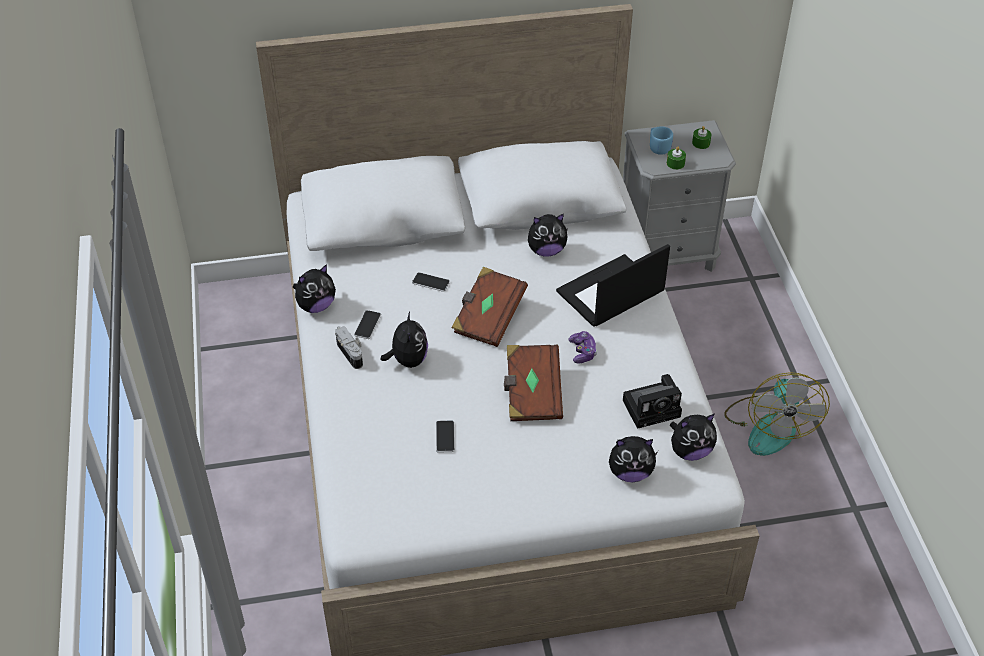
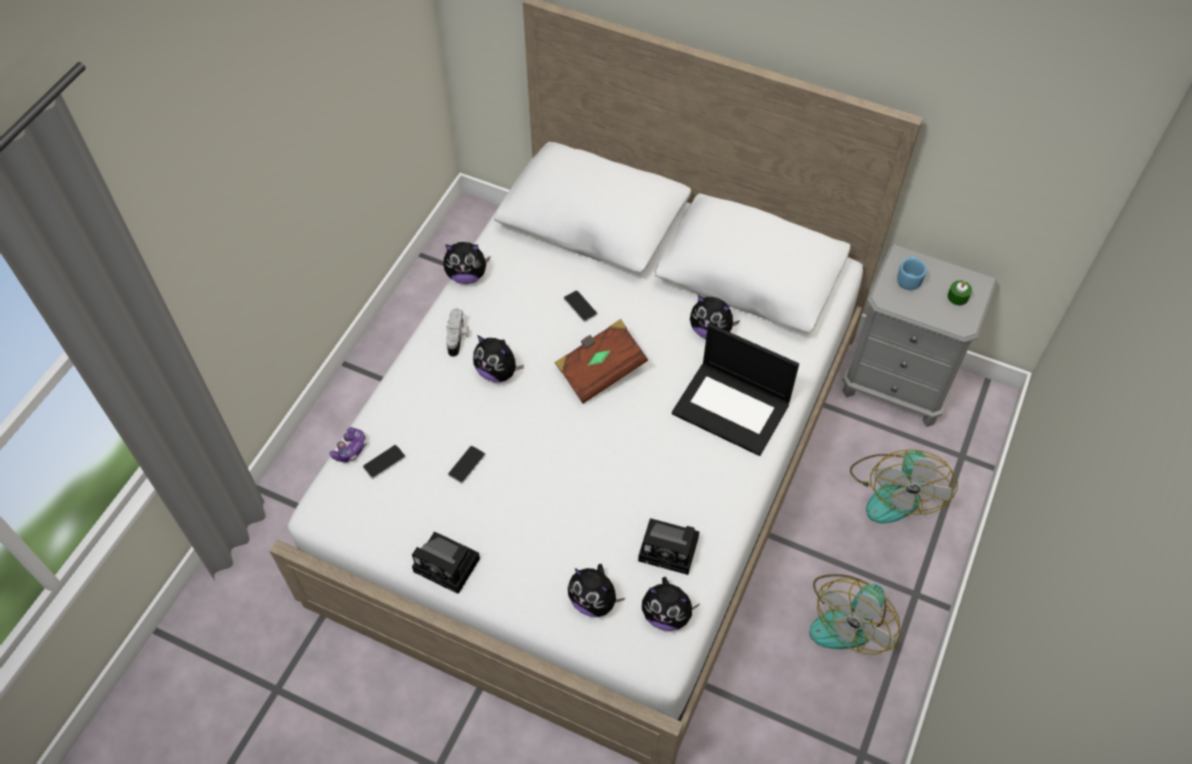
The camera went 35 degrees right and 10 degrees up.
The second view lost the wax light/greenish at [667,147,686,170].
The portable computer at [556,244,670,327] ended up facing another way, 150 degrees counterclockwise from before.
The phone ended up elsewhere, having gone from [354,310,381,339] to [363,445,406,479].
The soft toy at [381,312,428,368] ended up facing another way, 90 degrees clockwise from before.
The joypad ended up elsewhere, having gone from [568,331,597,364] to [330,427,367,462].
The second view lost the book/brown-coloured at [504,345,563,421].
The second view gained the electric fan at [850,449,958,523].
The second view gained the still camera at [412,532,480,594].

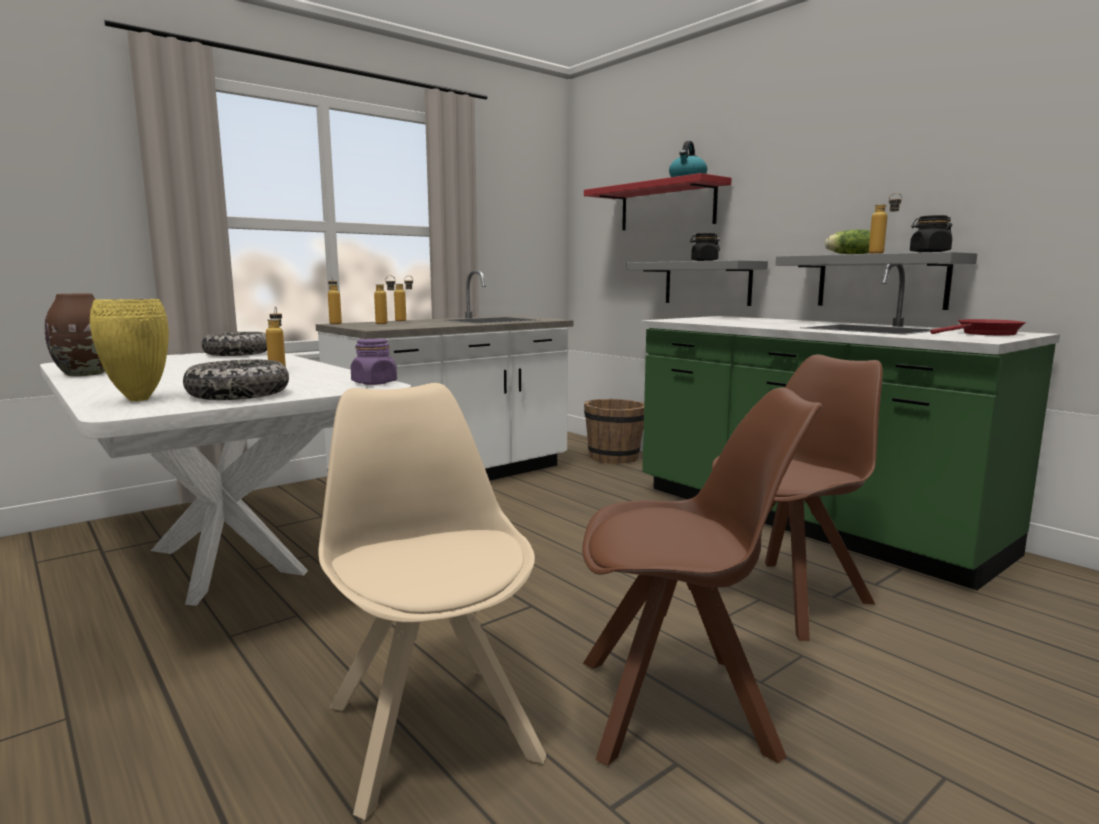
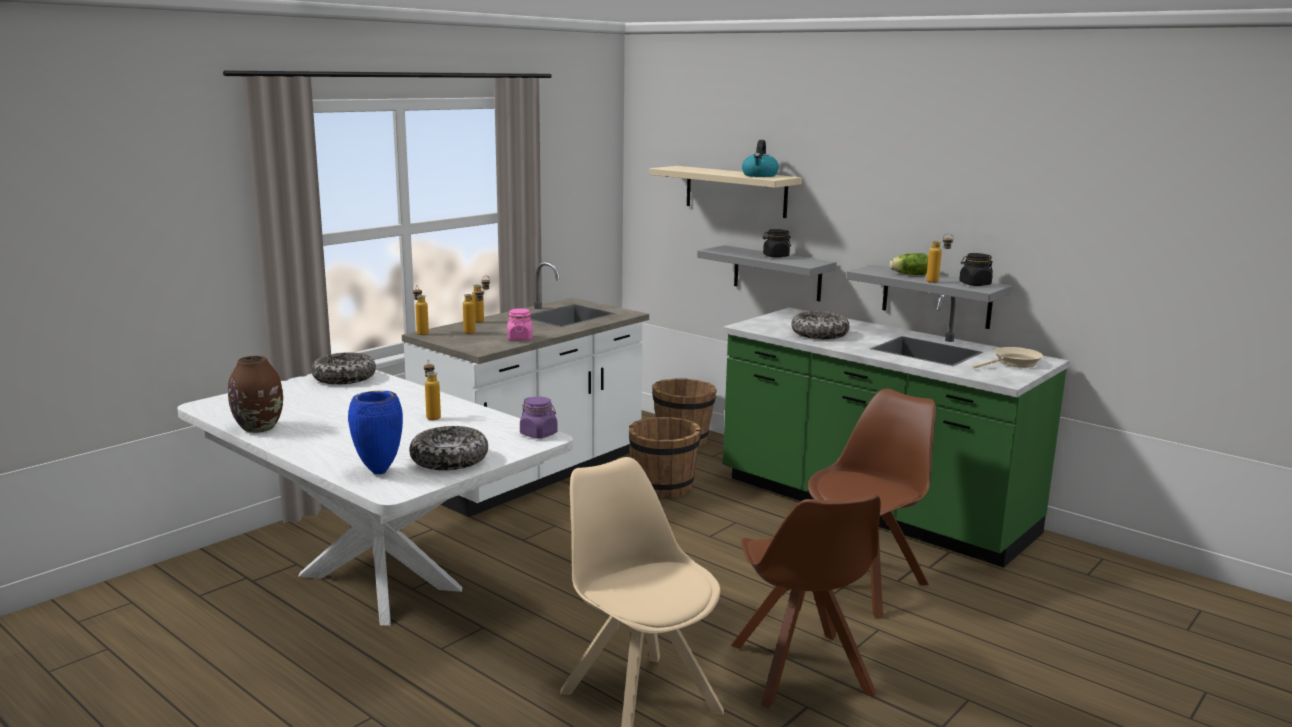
The camera went 10 degrees left and 5 degrees up.
What was the wall shelf/red-coloured at [584,173,732,230] turned into the wall shelf/beige at [649,166,802,218].
What was the flower vase/yellow-coloured at [90,299,169,401] turned into the flower vase/blue-coloured at [348,391,403,474].
What was the frying pan/red-coloured at [930,319,1026,335] turned into the frying pan/beige at [972,347,1044,369].
The plain chair/brown-coloured at [582,388,822,766] ended up facing another way, 90 degrees clockwise from before.
The second view gained the storage jar/pink at [507,308,533,341].
The second view gained the deep dish at [792,311,850,339].
The second view gained the bucket/brown-coloured at [629,417,701,498].

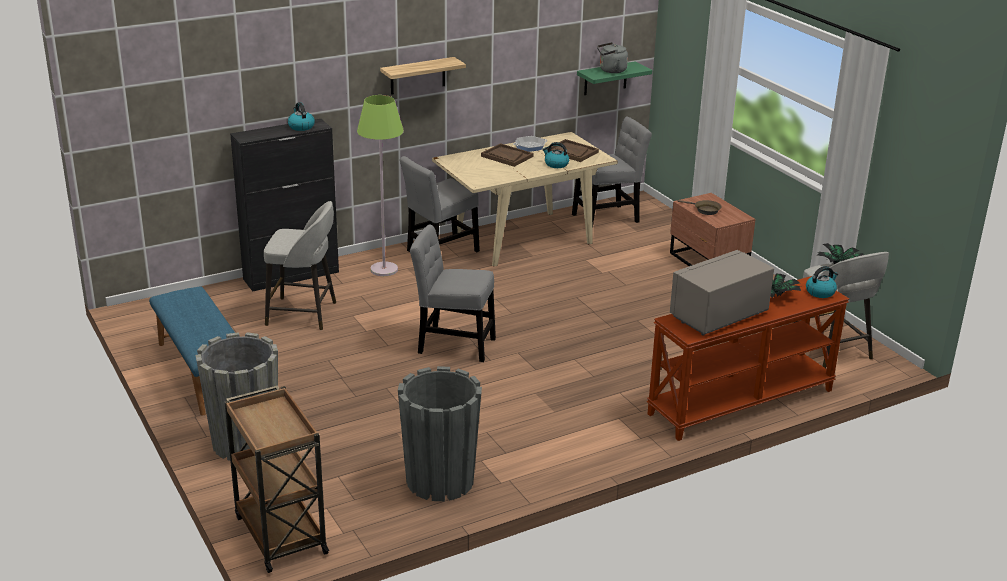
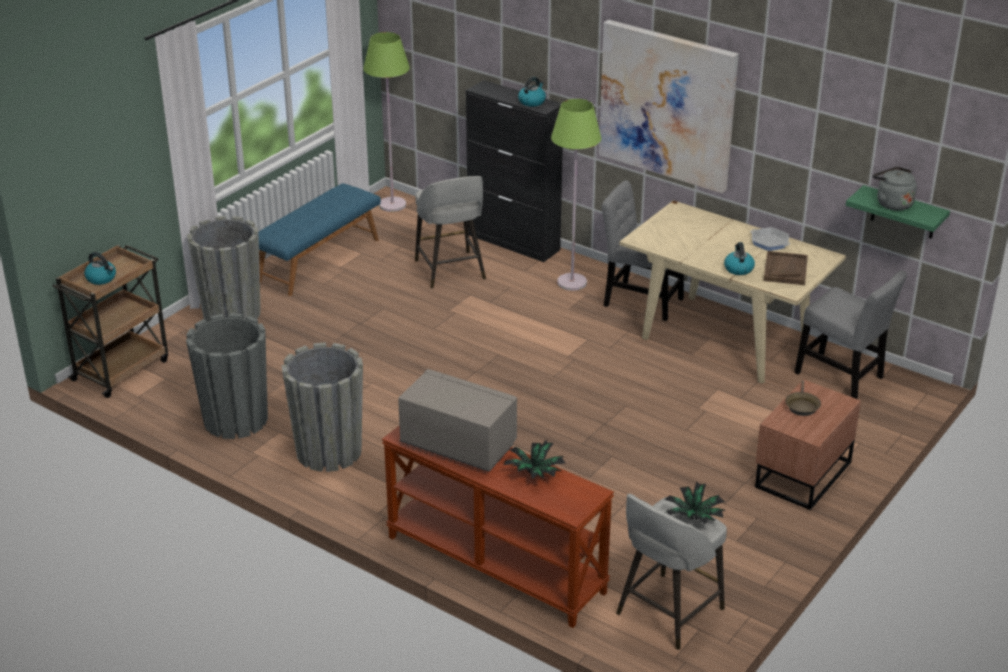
The camera went 65 degrees right and 5 degrees up.
Where the wall shelf hung at [380,57,466,95], the wall art came to hang at [599,20,739,193].
The second view lost the serving tray/brown-coloured at [481,143,533,167].
The second view lost the plain chair/gray at [410,224,496,362].
The kettle ended up elsewhere, having gone from [806,266,838,298] to [84,252,116,285].
The second view gained the standard lamp/greenish at [363,32,410,212].
The second view gained the plant pot/gray at [282,342,363,472].

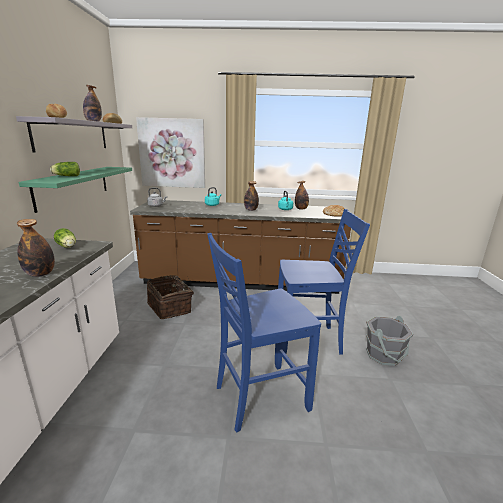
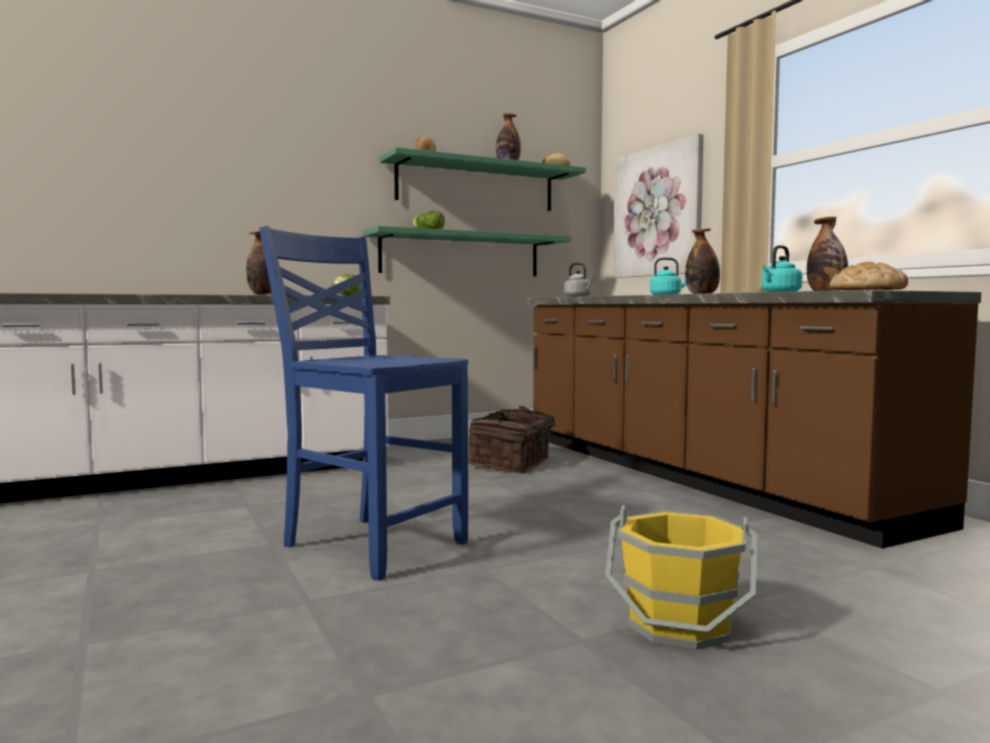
The camera went 60 degrees right and 15 degrees down.
What was the wall shelf/gray at [16,116,132,153] turned into the wall shelf/greenish at [380,147,586,211].
The second view lost the plain chair/blue-coloured at [278,209,370,355].
What was the bucket/gray at [366,316,413,366] turned into the bucket/yellow-coloured at [605,505,757,650].

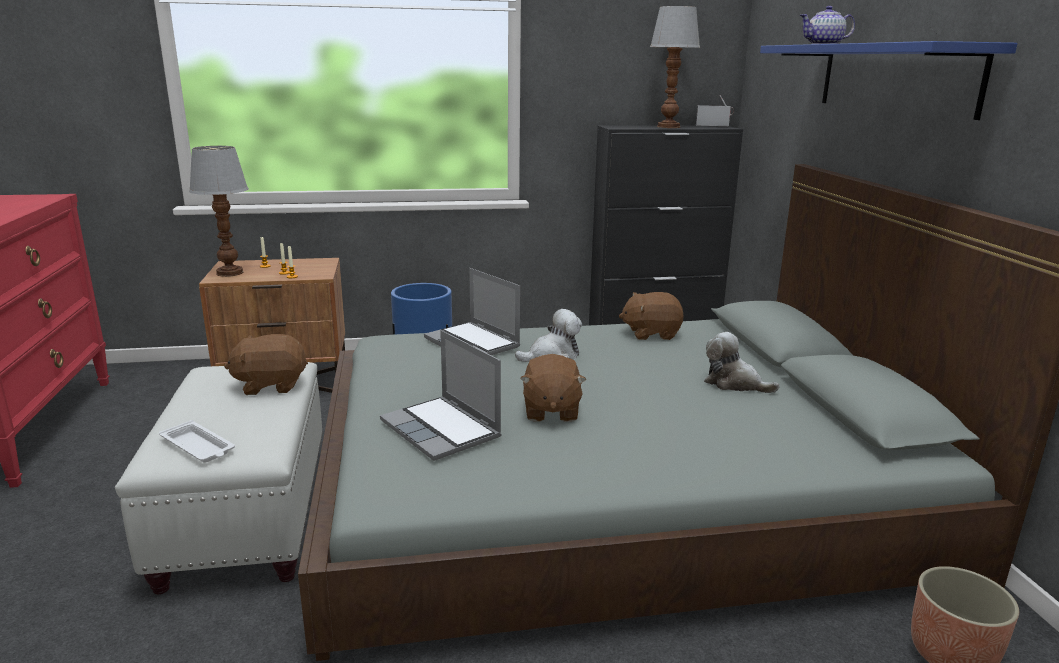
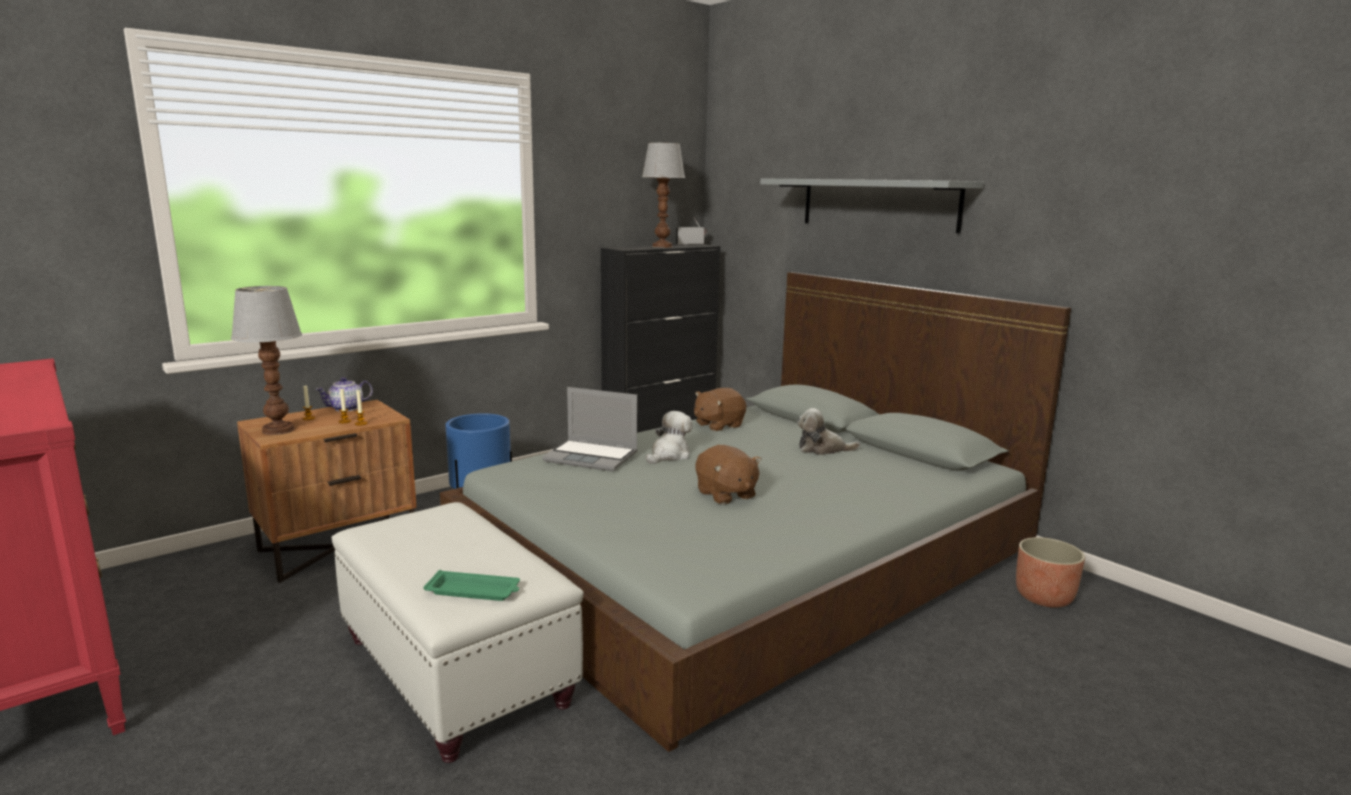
The camera went 30 degrees left and 5 degrees down.
The tea pot ended up elsewhere, having gone from [800,6,855,44] to [315,377,373,412].
What was the wall shelf/blue-coloured at [760,41,1018,120] turned into the wall shelf/gray at [760,178,984,233].
The second view lost the portable computer at [380,330,502,461].
The second view lost the soft toy/brown-coloured at [224,334,308,395].
What was the serving tray/white-coloured at [159,420,235,462] turned into the serving tray/greenish at [423,570,520,601].

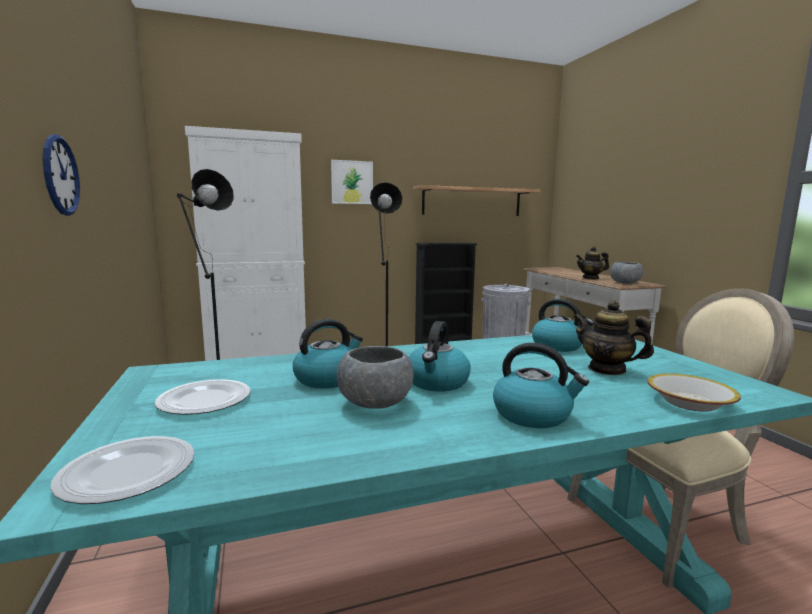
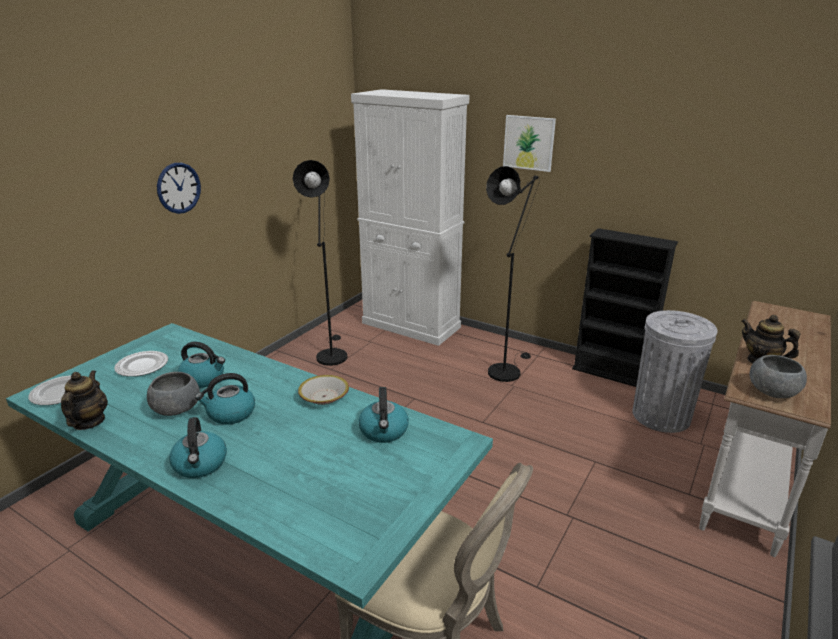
The camera went 50 degrees right and 15 degrees up.
The second view lost the wall shelf at [413,185,541,216].
The tea pot ended up elsewhere, having gone from [573,300,654,375] to [61,370,108,430].
The deep dish ended up elsewhere, having gone from [647,373,741,412] to [298,375,349,405].

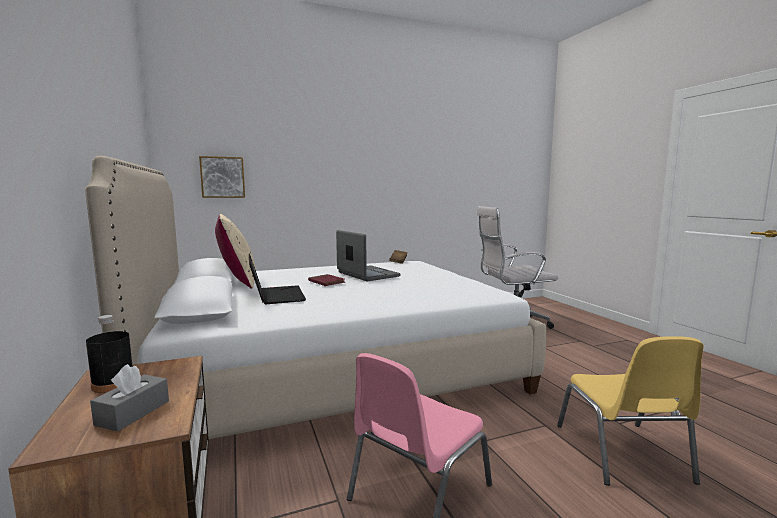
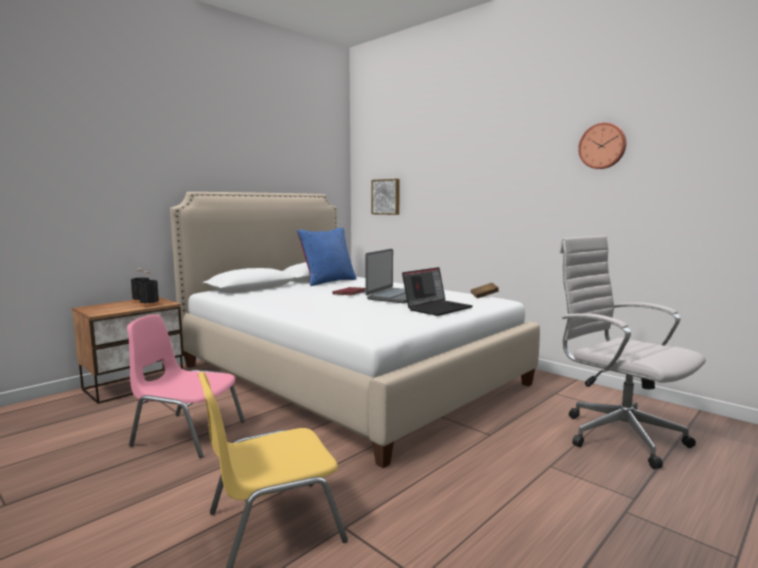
The camera went 65 degrees right and 0 degrees up.
What was the throw pillow/beige at [215,214,256,289] turned into the throw pillow/blue-coloured at [297,228,357,286].
The portable computer ended up elsewhere, having gone from [249,254,306,304] to [402,267,473,316].
The second view lost the tissue box/gray at [90,364,169,431].
The second view gained the clock on the wall at [578,123,627,169].
The second view gained the drink bottle/black at [138,271,159,307].

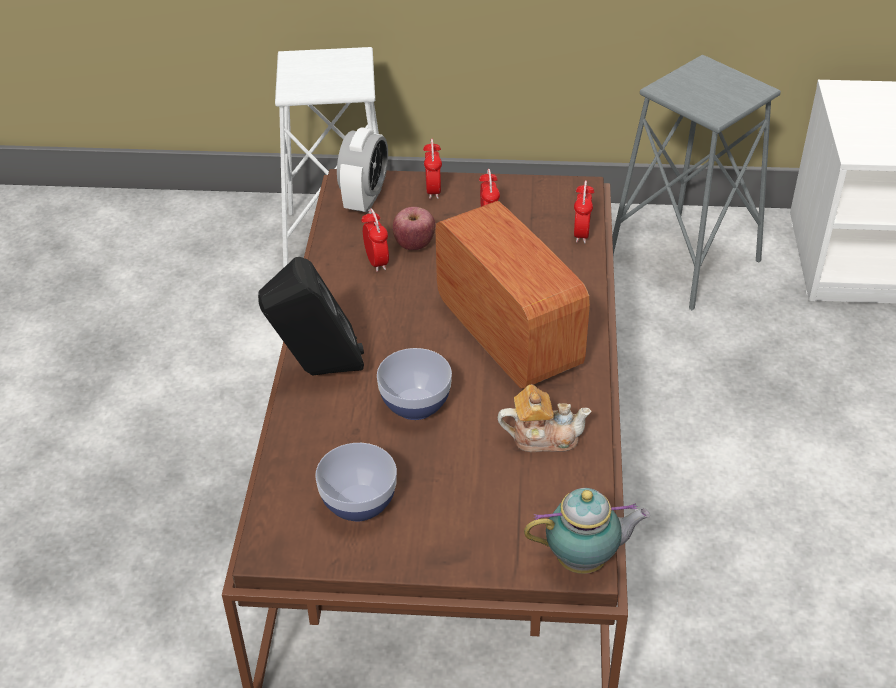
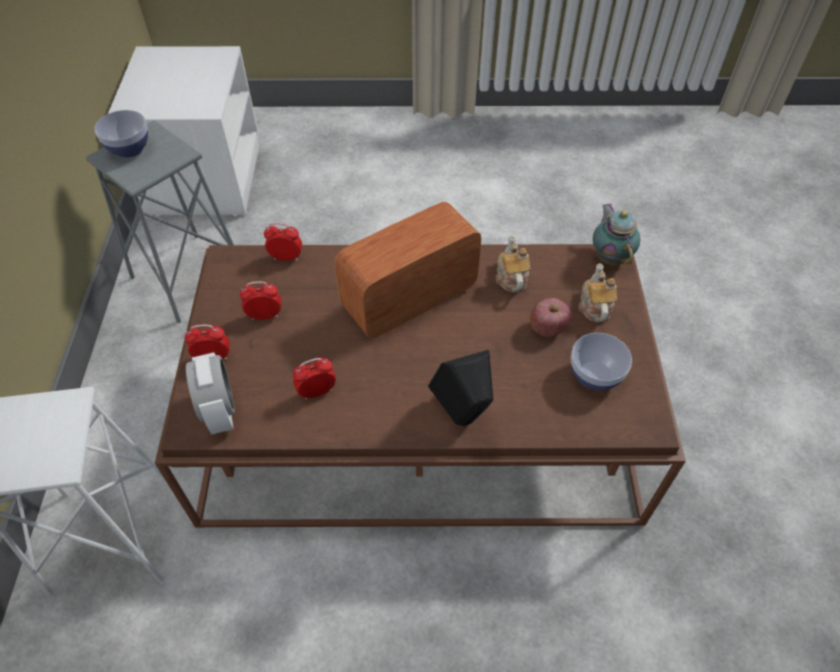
The camera went 95 degrees left and 10 degrees up.
The bedside clock at [337,127,388,213] ended up facing another way, 60 degrees clockwise from before.
The apple fruit ended up elsewhere, having gone from [393,207,435,250] to [530,298,571,337].
The deep dish ended up elsewhere, having gone from [377,348,452,420] to [94,110,148,158].
The second view gained the tea pot at [578,263,617,322].

